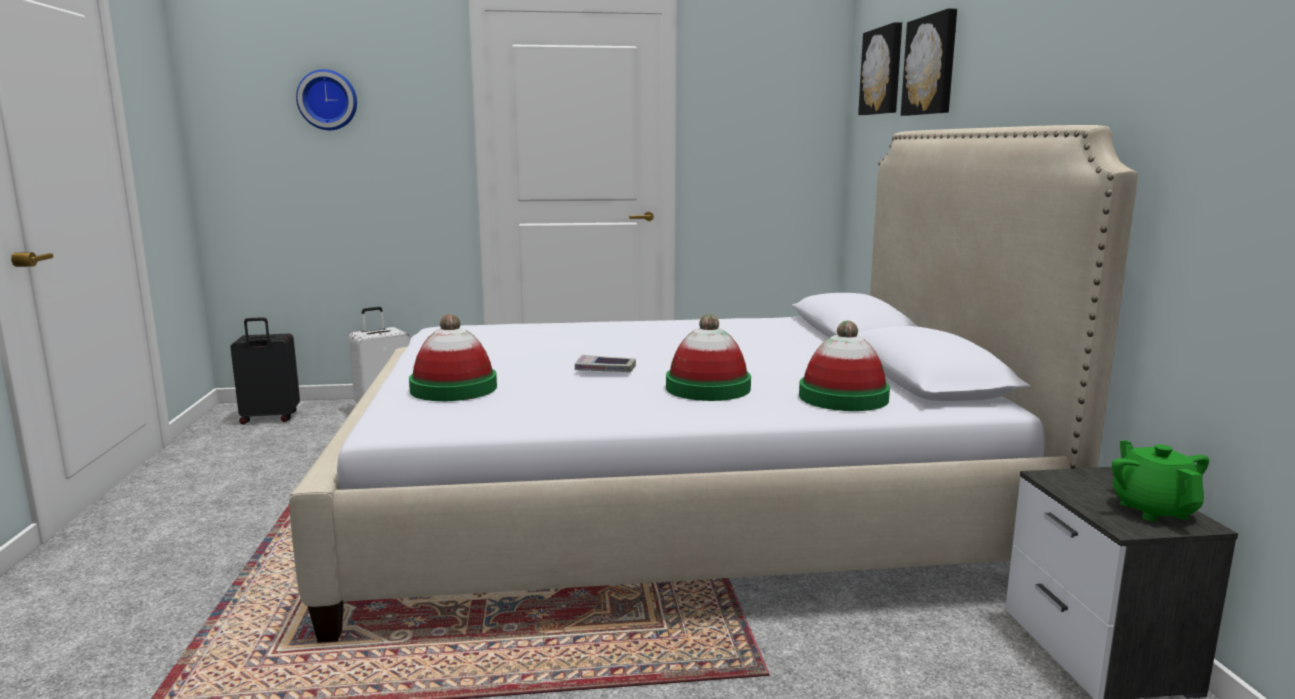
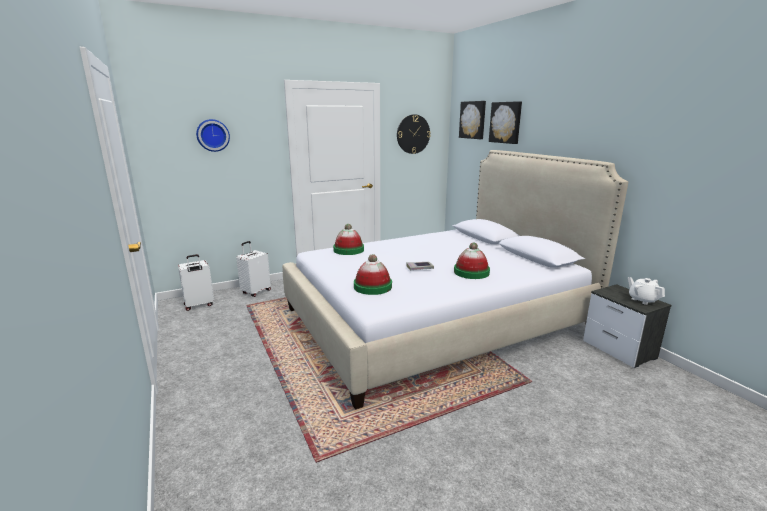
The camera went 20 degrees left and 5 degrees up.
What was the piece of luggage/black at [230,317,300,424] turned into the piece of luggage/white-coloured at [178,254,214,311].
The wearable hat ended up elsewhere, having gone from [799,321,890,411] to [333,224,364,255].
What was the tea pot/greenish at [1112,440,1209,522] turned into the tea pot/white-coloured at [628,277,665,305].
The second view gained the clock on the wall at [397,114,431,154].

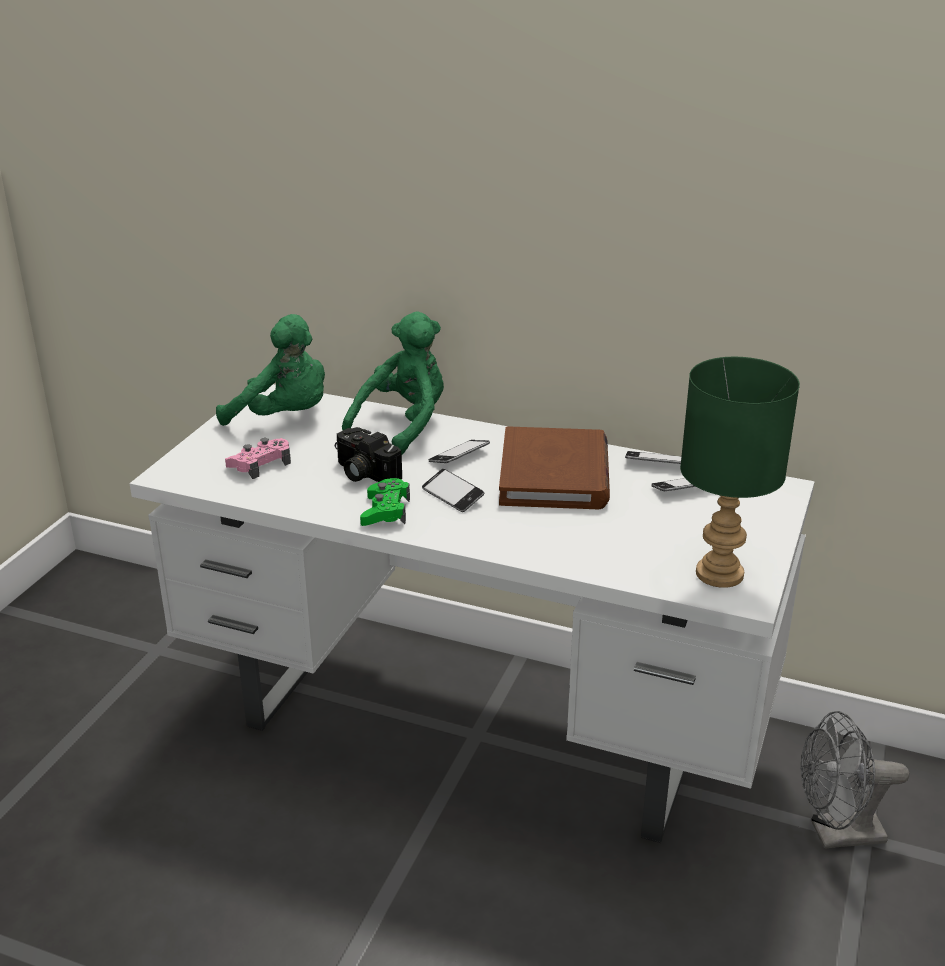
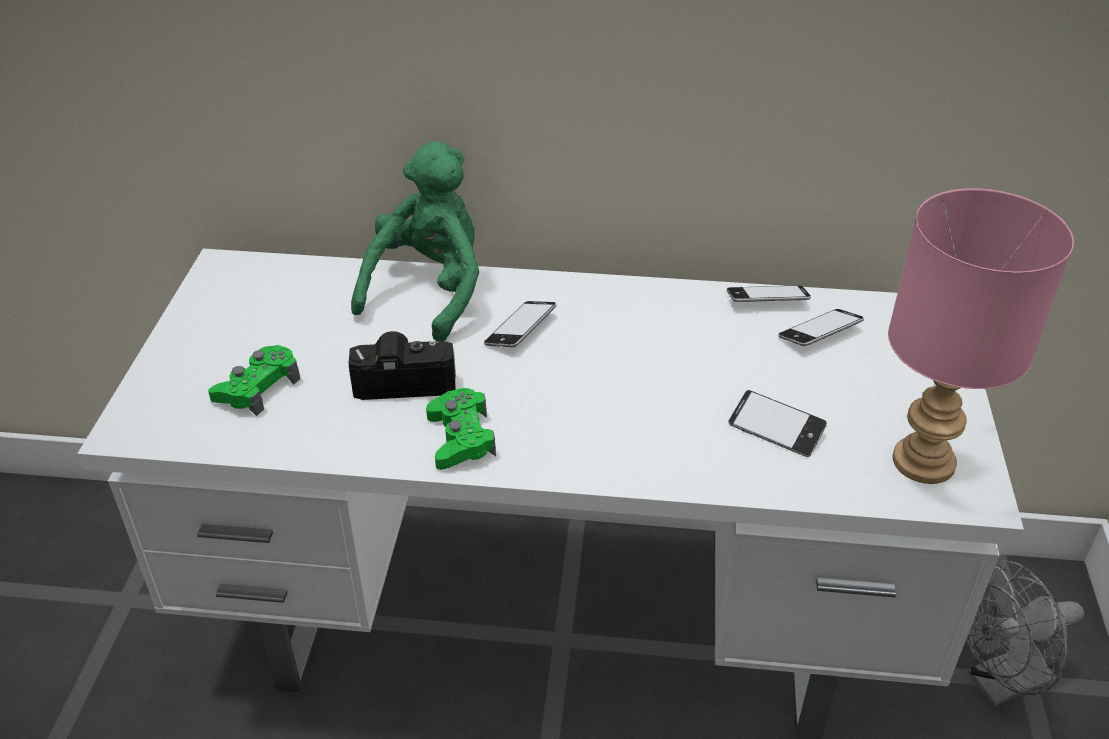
The camera went 15 degrees left and 10 degrees up.
The second view lost the soft toy/greenish at [216,314,325,426].
What was the table lamp/greenish at [680,357,800,588] turned into the table lamp/pink at [888,188,1074,484].
The second view lost the book/brown-coloured at [499,426,610,509].
The still camera at [335,427,402,482] ended up facing another way, 150 degrees clockwise from before.
What was the joypad/pink at [225,438,291,479] turned into the joypad/greenish at [208,345,300,416].
The phone ended up elsewhere, having gone from [422,469,484,512] to [729,390,827,457].

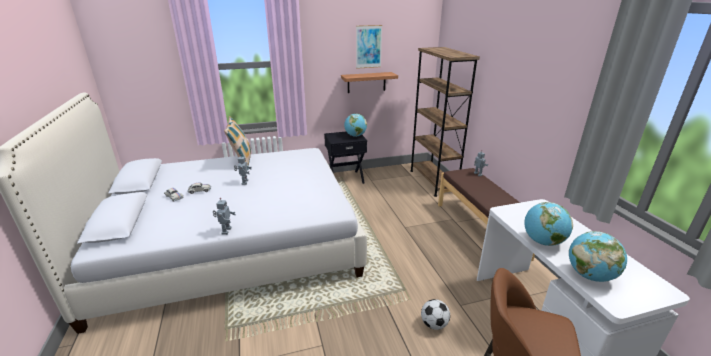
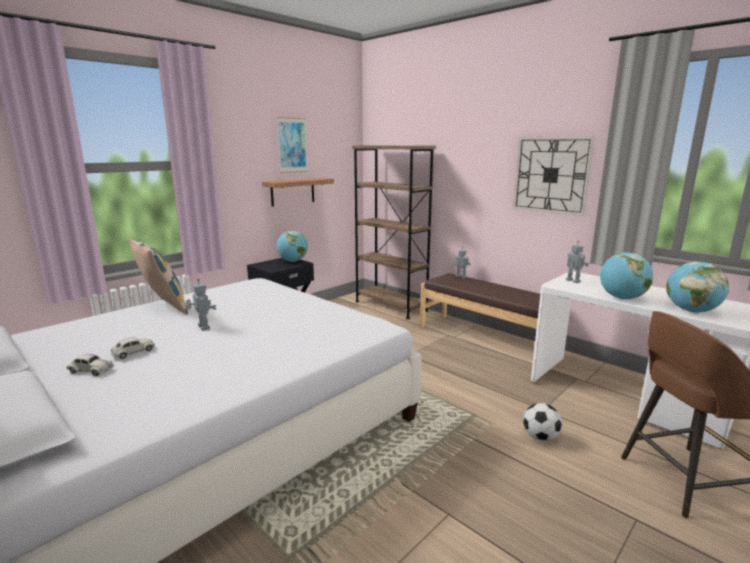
The camera went 30 degrees left and 10 degrees down.
The toy robot ended up elsewhere, having gone from [213,198,236,235] to [566,241,589,283].
The second view gained the clock on the wall at [513,136,595,216].

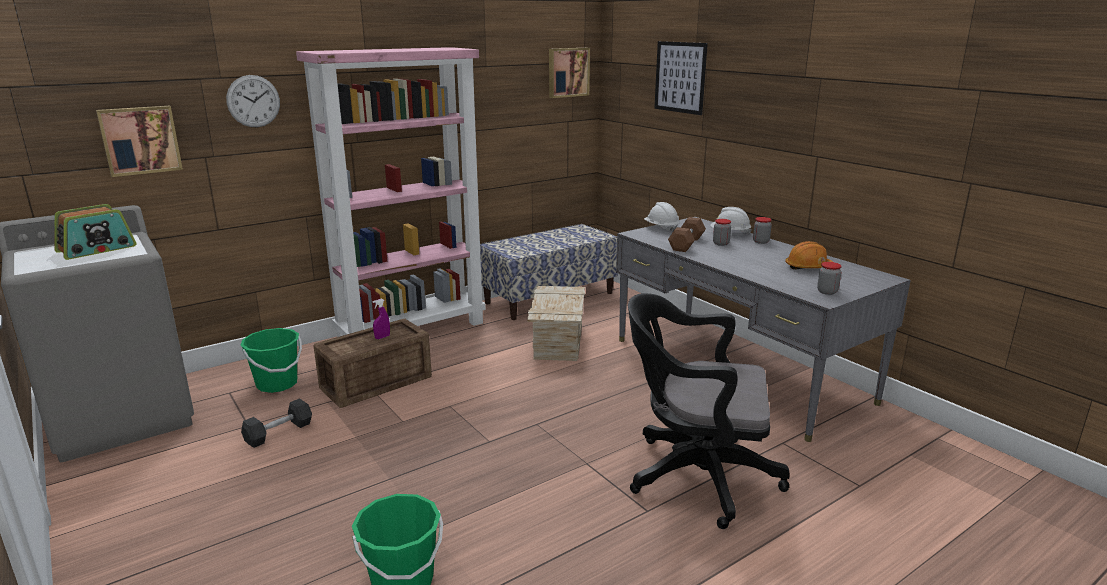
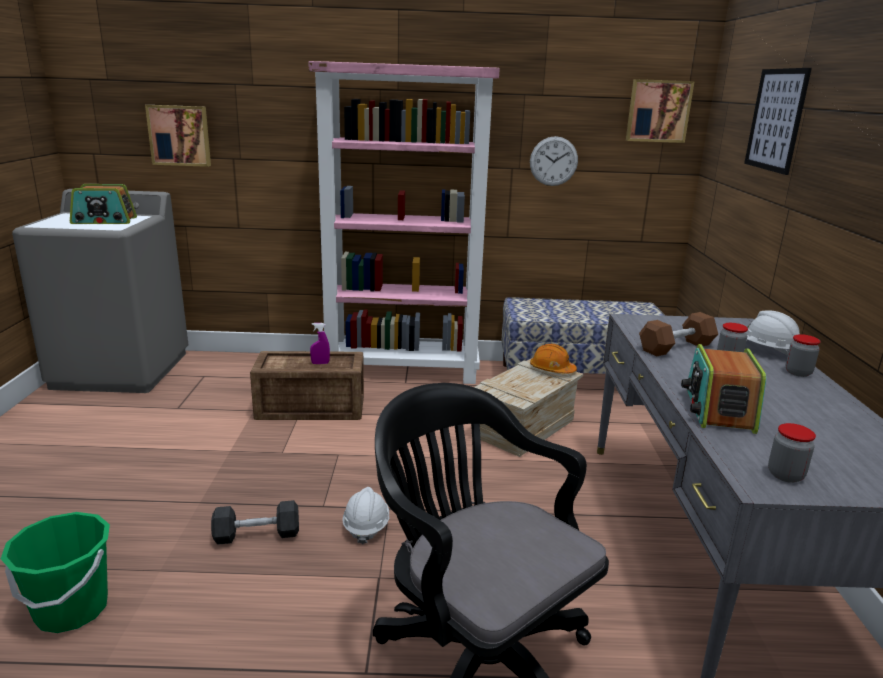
The camera went 35 degrees right and 0 degrees up.
The clock on the wall ended up elsewhere, having gone from [226,75,280,127] to [530,136,578,186].
The work helmet/white-coloured ended up elsewhere, having gone from [644,202,680,232] to [342,487,389,544].
The work helmet/orangey ended up elsewhere, having gone from [785,241,833,270] to [530,344,577,374].
The second view lost the bucket/greenish at [240,328,302,393].
The free weight/gray ended up elsewhere, having gone from [241,398,312,448] to [211,500,299,545].
The second view gained the radio receiver at [681,344,766,434].

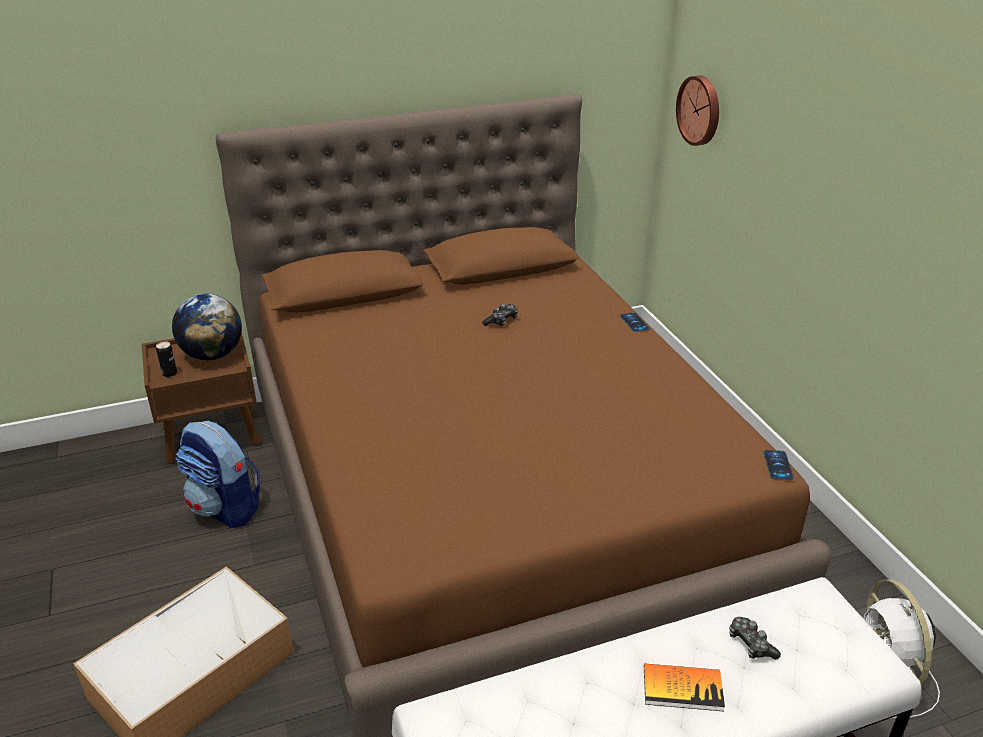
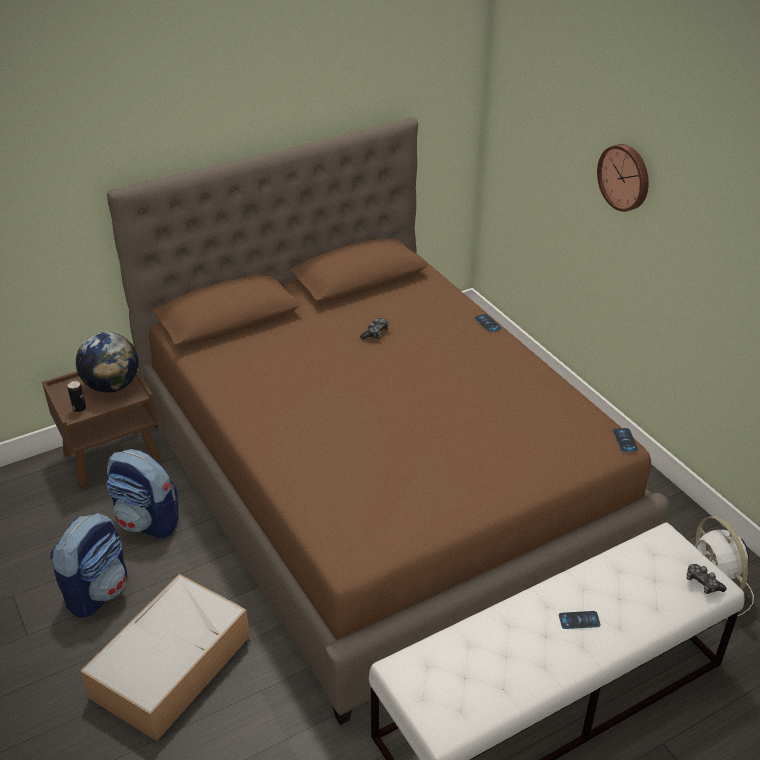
The camera went 10 degrees left and 5 degrees up.
The clock on the wall ended up elsewhere, having gone from [676,76,719,146] to [597,144,649,212].
The joypad ended up elsewhere, having gone from [729,617,781,660] to [687,564,726,594].
Where the book stood at [644,663,725,711], the phone came to stand at [559,611,601,629].
The second view gained the rucksack at [50,513,127,618].

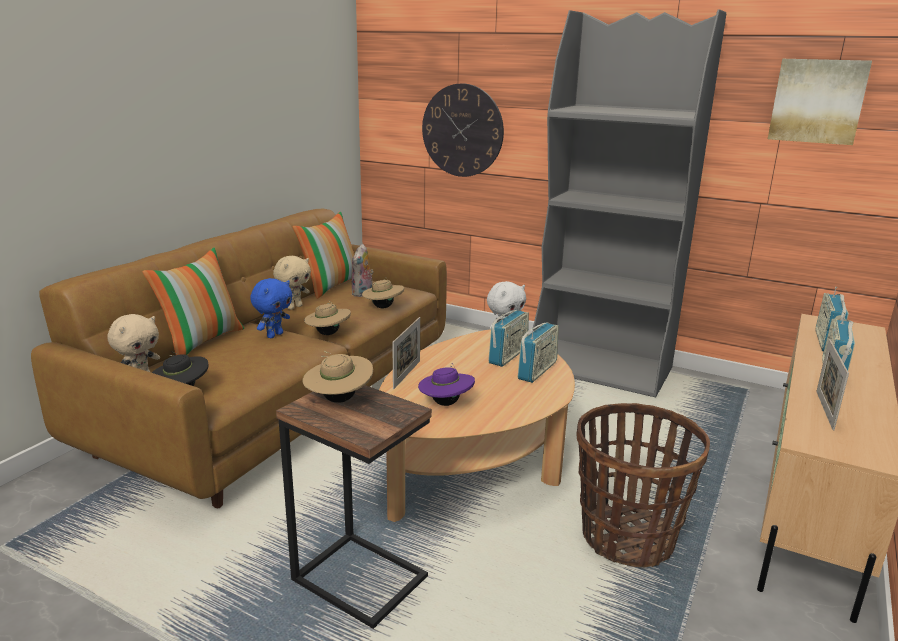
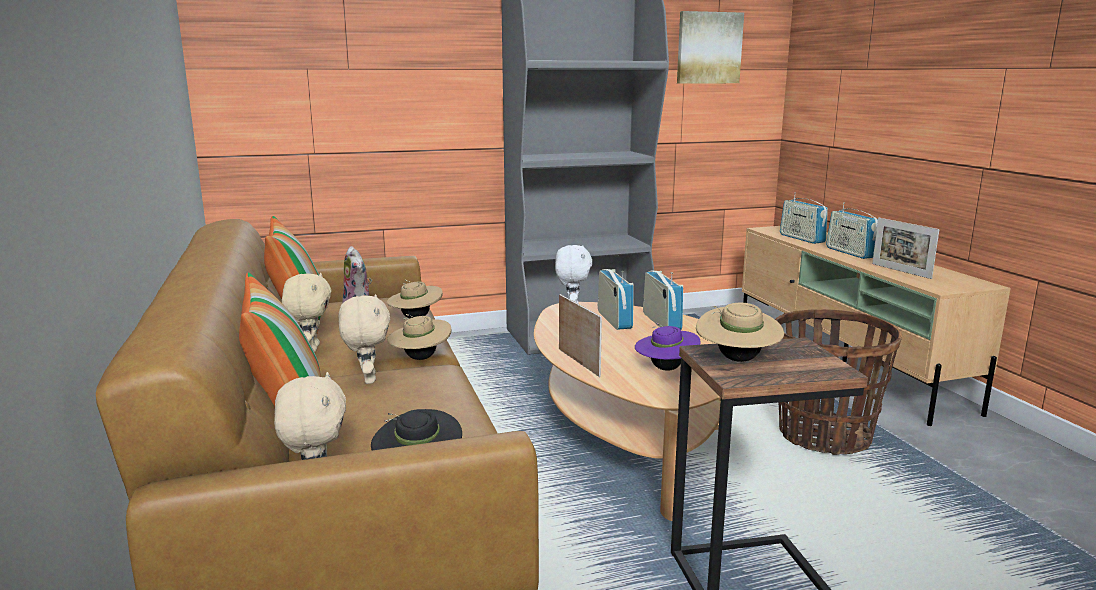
The camera went 45 degrees left and 5 degrees down.
The second view lost the clock on the wall at [422,83,504,177].
What was the soft toy/blue-coloured at [250,278,293,338] turned into the soft toy/beige at [339,294,390,384].

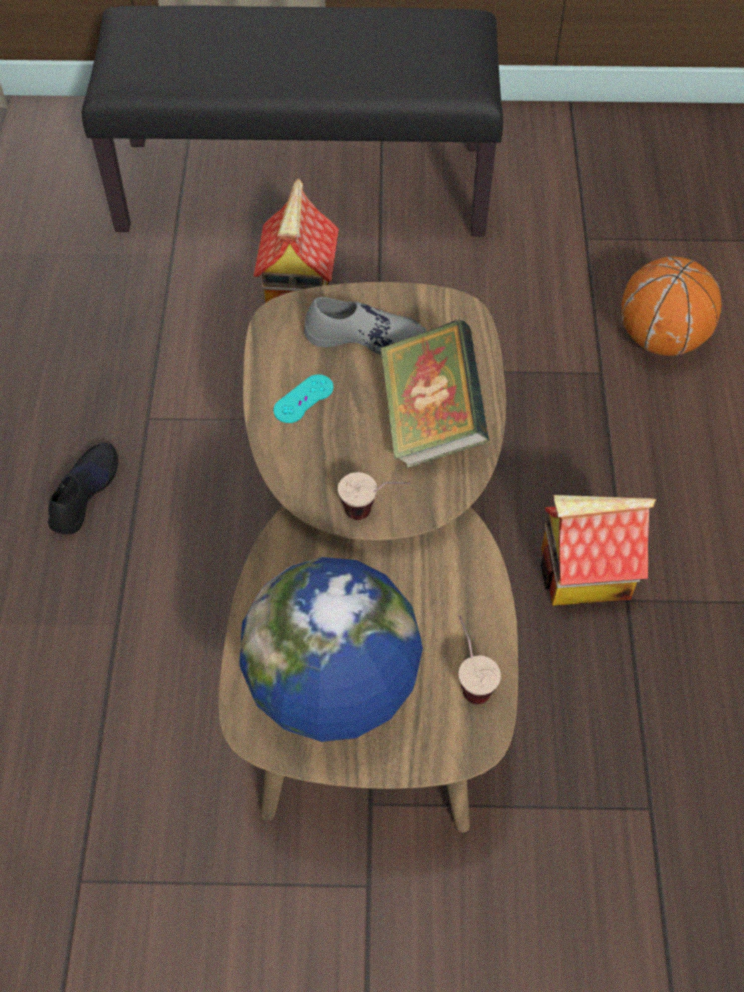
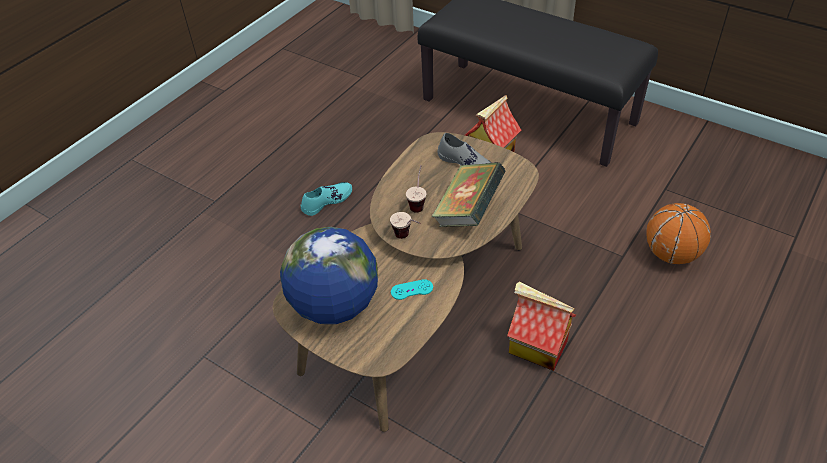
The camera went 35 degrees right and 10 degrees down.
The joypad/blue-green ended up elsewhere, having gone from [273,374,334,423] to [391,279,433,300].
What was the shoe/black at [48,443,118,534] turned into the shoe/blue-green at [300,182,352,216].
The cup ended up elsewhere, having gone from [458,615,501,704] to [406,165,426,213].

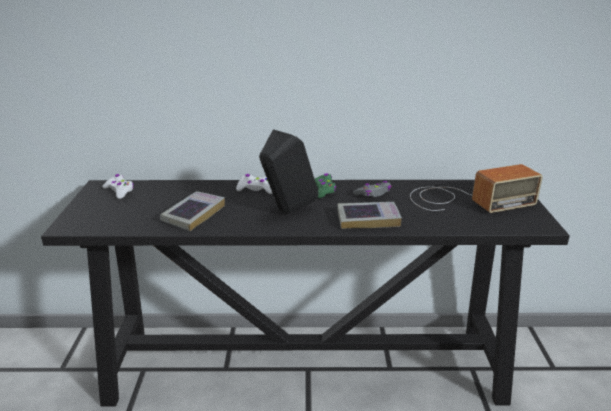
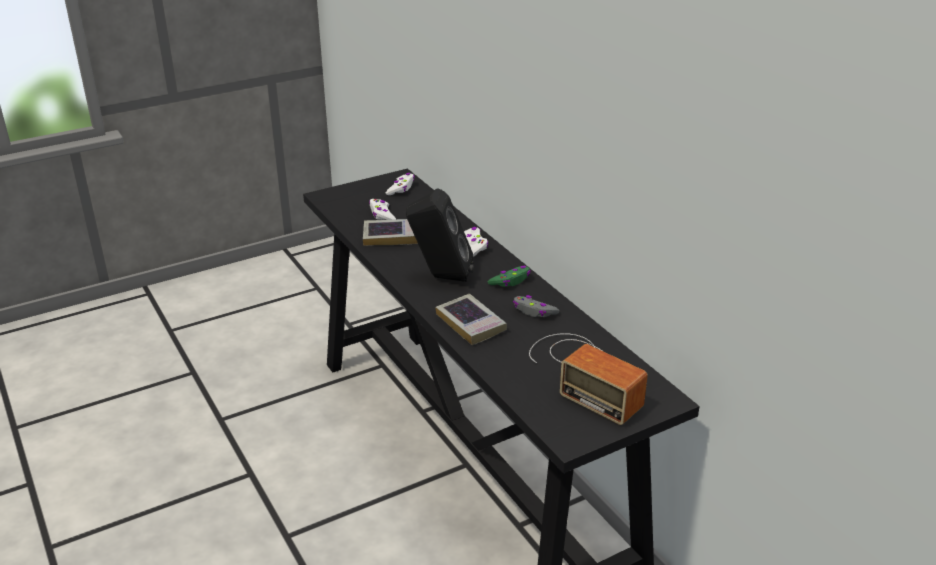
The camera went 60 degrees right and 5 degrees up.
The second view gained the joypad/white-coloured at [369,199,396,220].

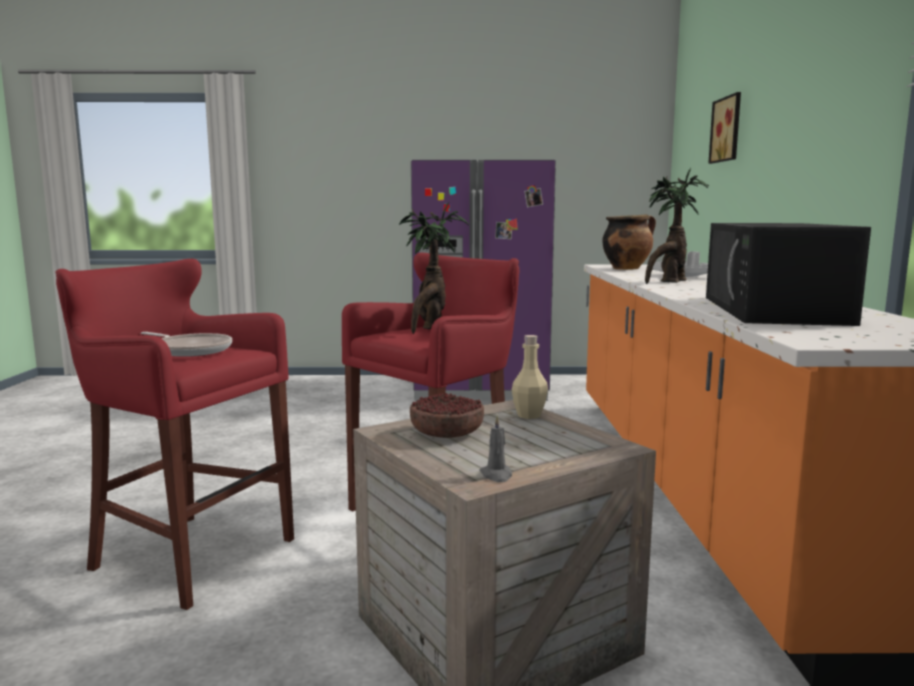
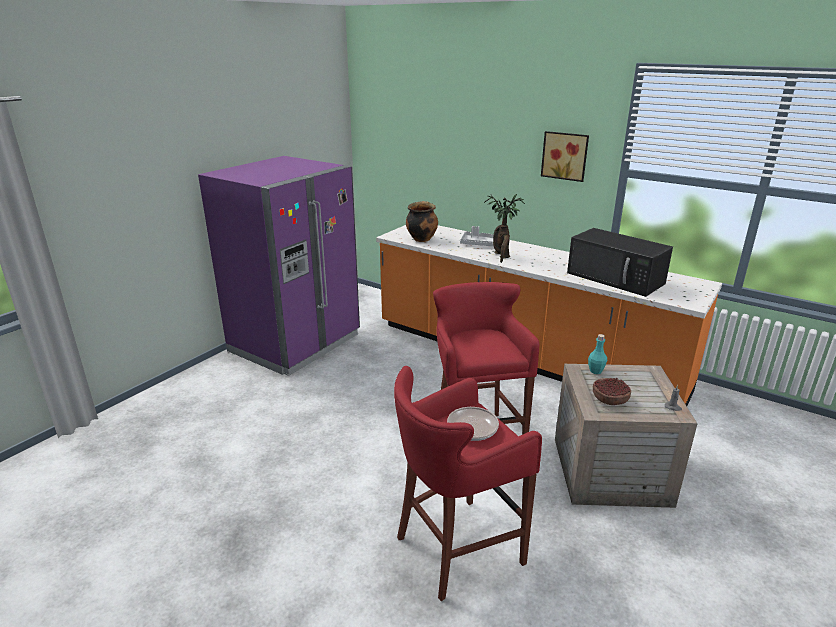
The camera went 55 degrees left and 15 degrees up.
The wall art ended up elsewhere, having gone from [708,92,741,164] to [541,131,589,182].
The second view lost the potted plant at [399,202,469,334].
What was the drink bottle/beige at [512,335,548,419] turned into the drink bottle/blue-green at [588,334,607,374].

